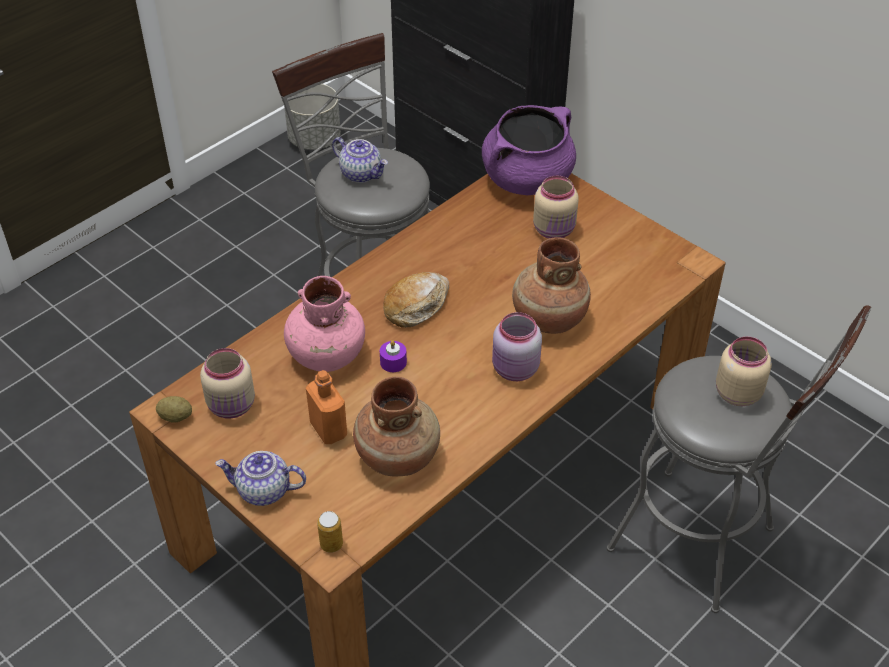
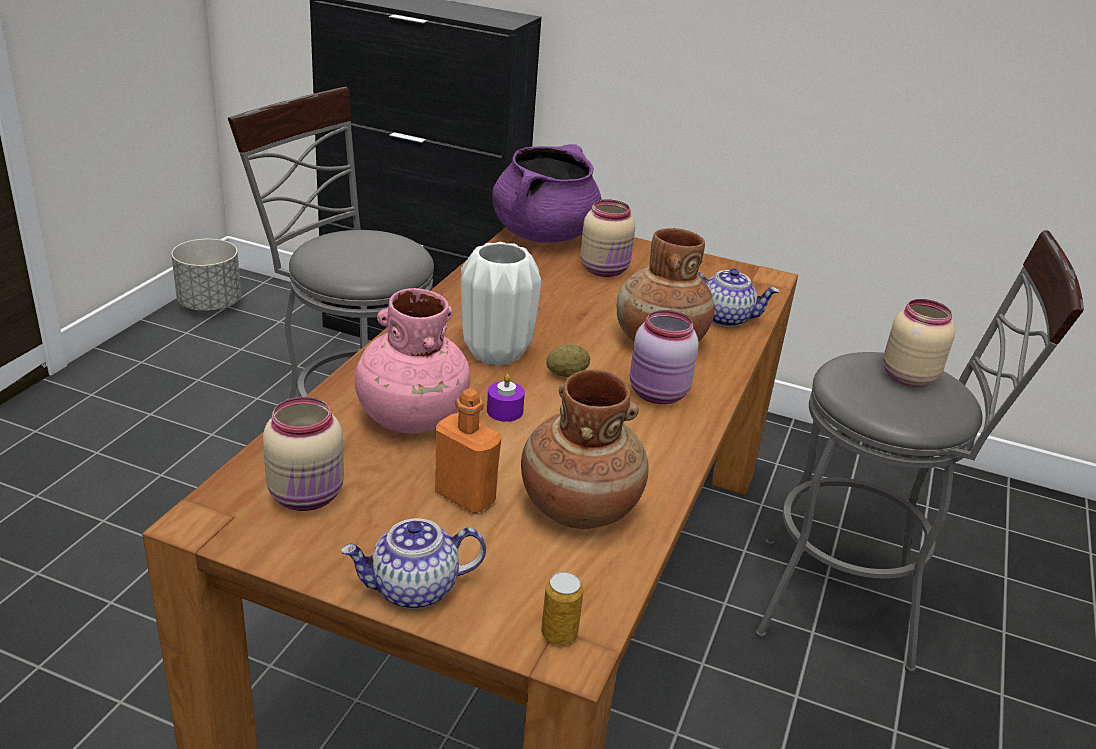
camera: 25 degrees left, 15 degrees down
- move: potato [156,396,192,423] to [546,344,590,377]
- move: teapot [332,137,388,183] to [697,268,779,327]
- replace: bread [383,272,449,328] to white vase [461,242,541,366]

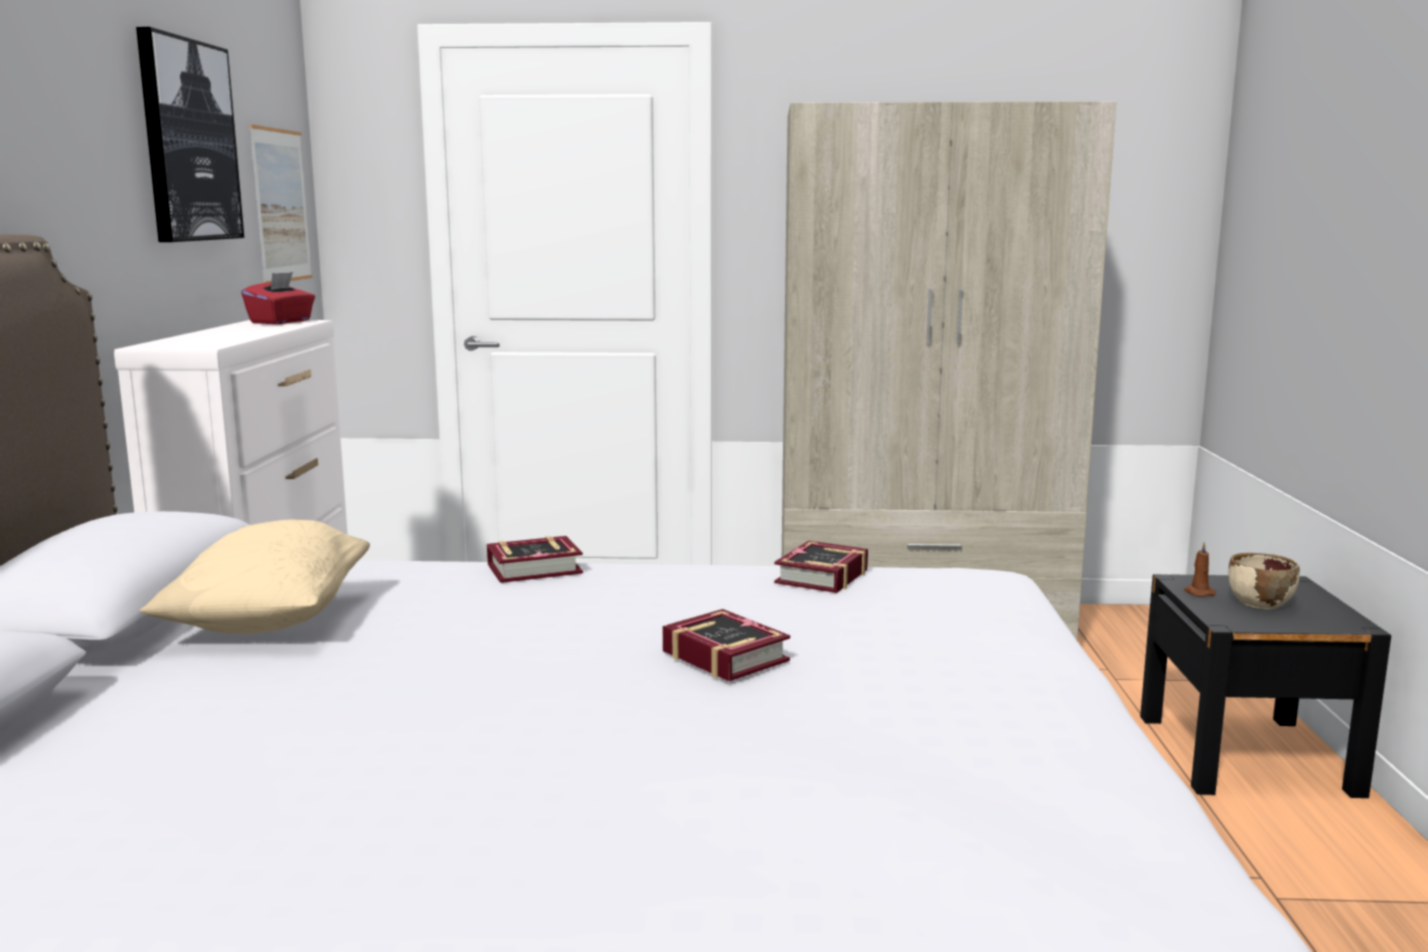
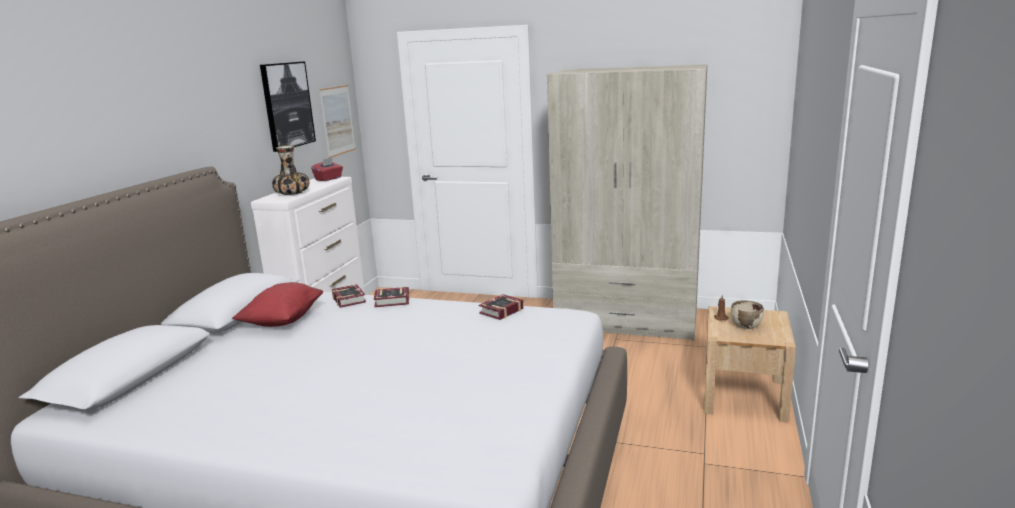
camera: 15 degrees right, 5 degrees up
- insert: vase [272,145,309,195]
- move: book [663,609,790,681] to [332,284,366,308]
- recolor: beige pillow [140,520,370,634] to red pillow [232,282,323,327]
- recolor: black nightstand [1140,574,1391,798] to beige nightstand [704,306,796,422]

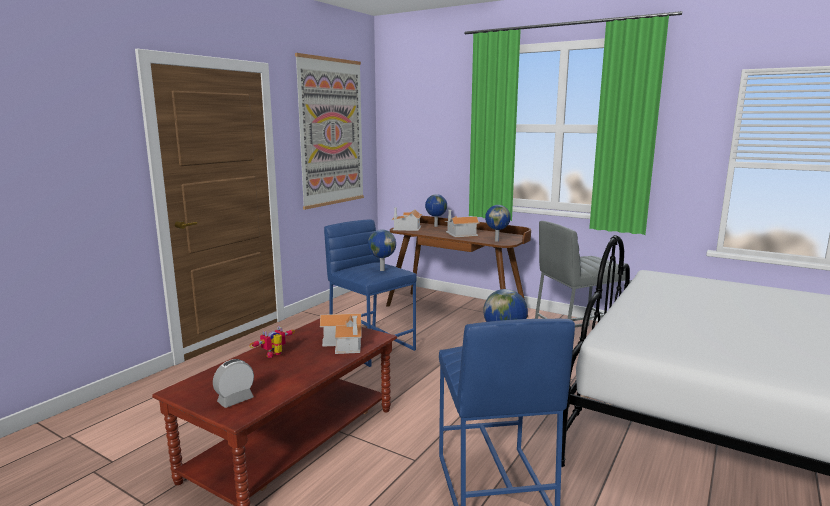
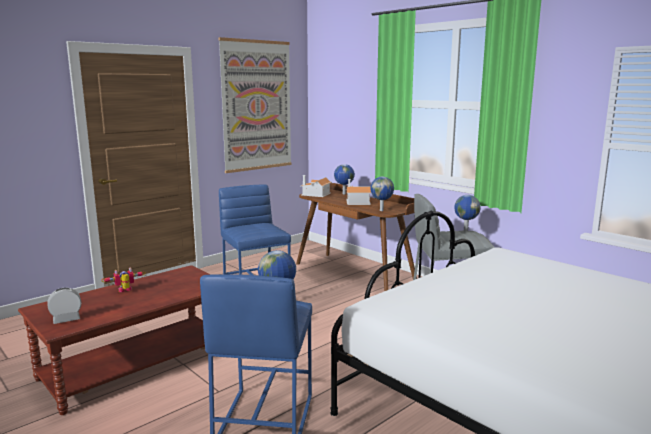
camera: 15 degrees right, 0 degrees up
- delete: toy house [320,313,362,354]
- move: globe [368,229,396,271] to [454,195,481,232]

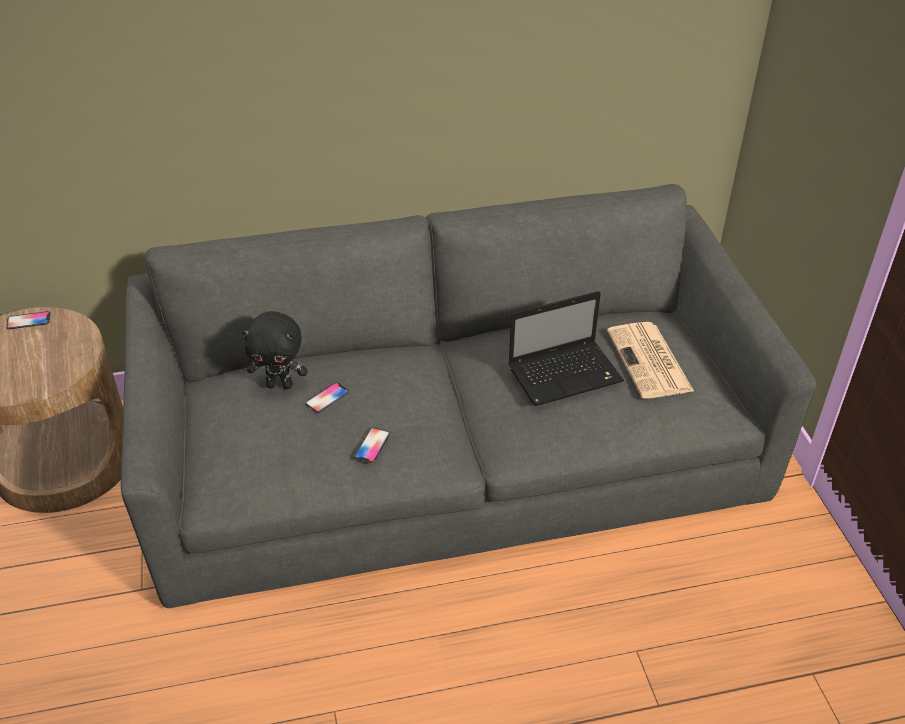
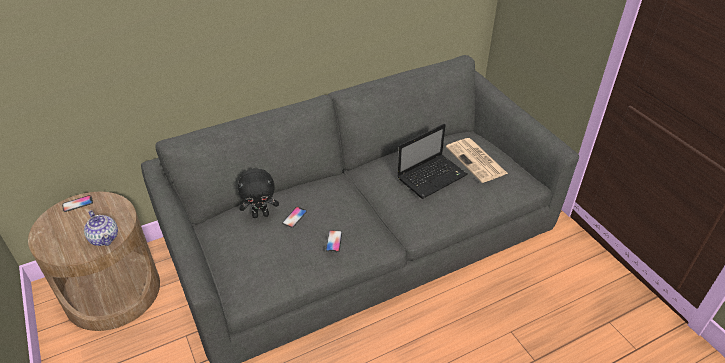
camera: 15 degrees left, 0 degrees up
- insert: teapot [84,210,118,246]

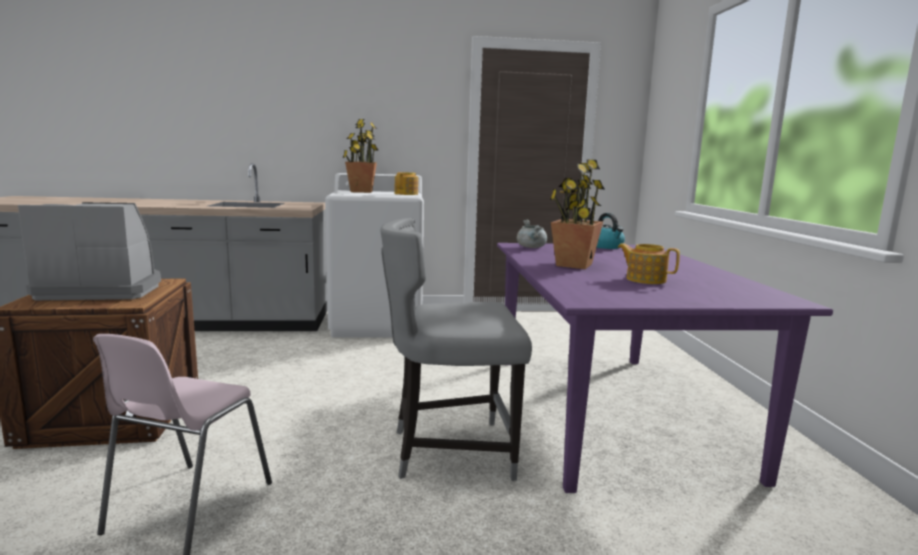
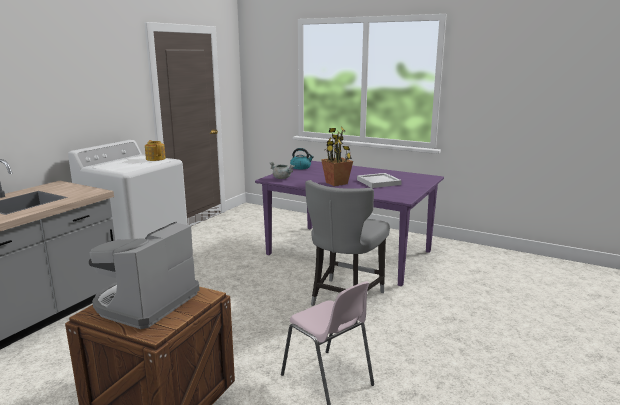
camera: 55 degrees left, 5 degrees up
- delete: potted plant [343,119,379,193]
- replace: teapot [618,243,680,284] to white tray [357,173,402,188]

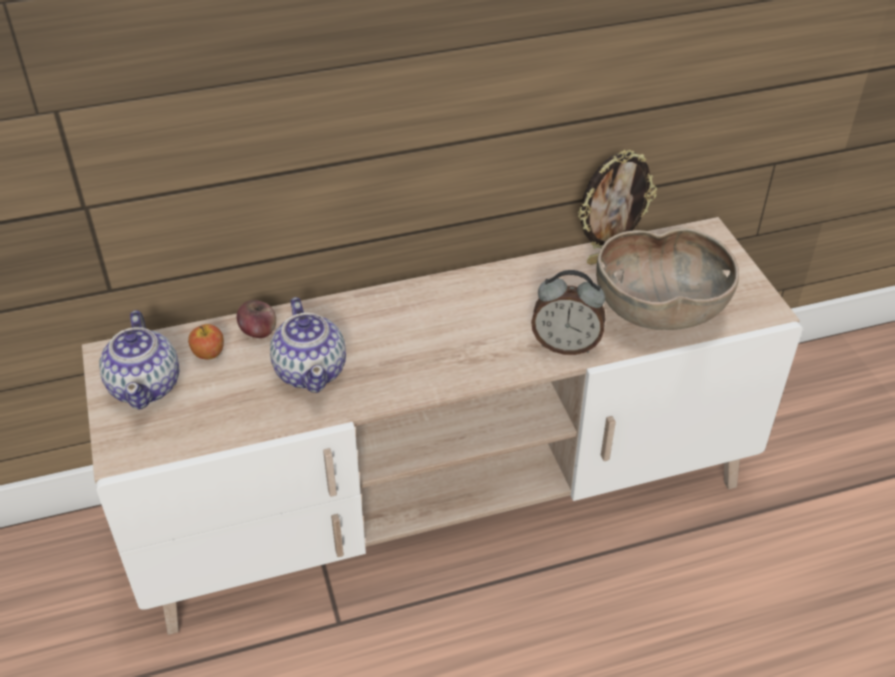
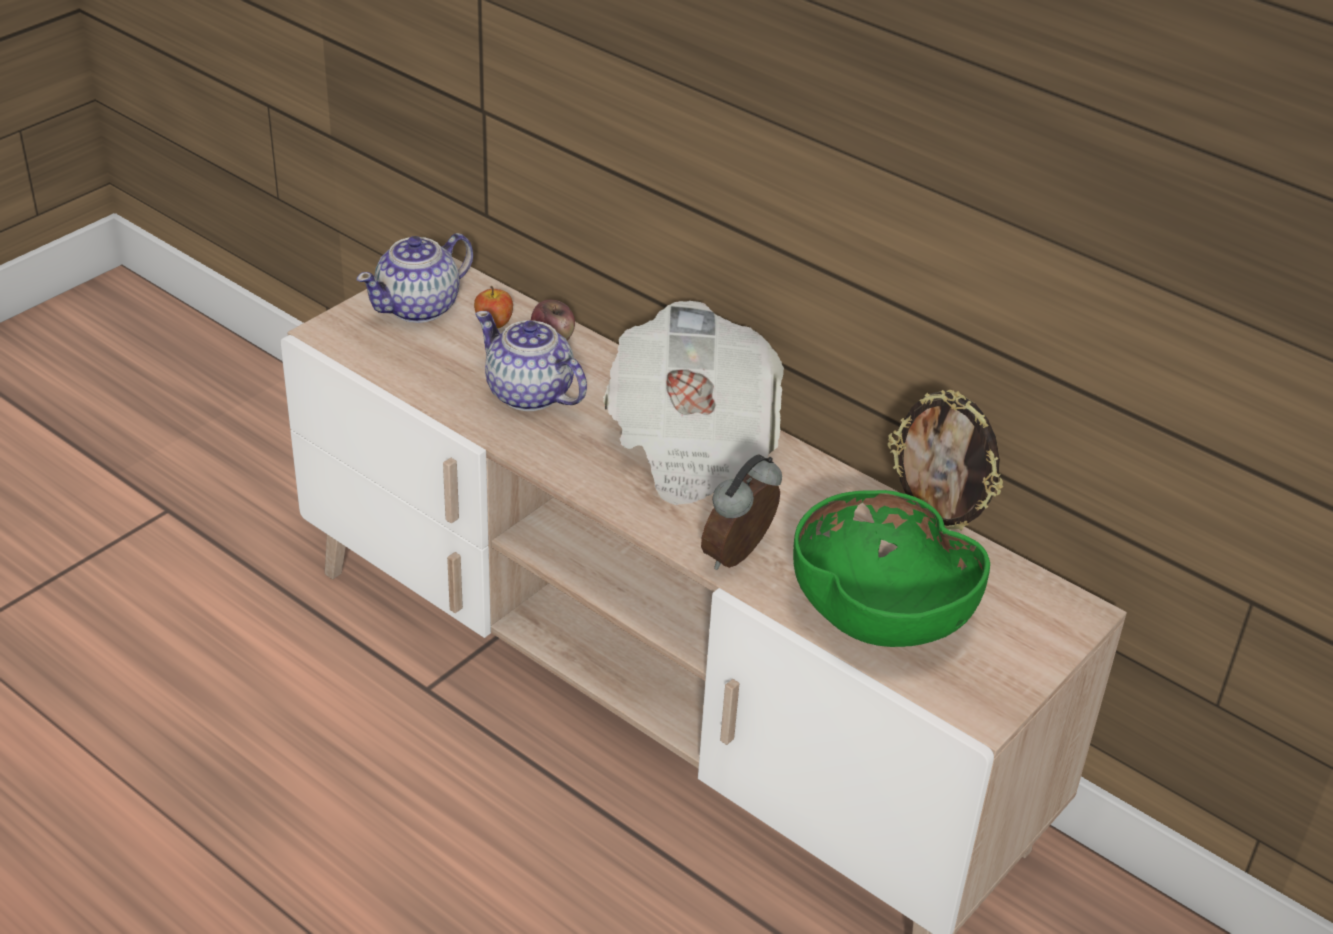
camera: 55 degrees right, 5 degrees down
- insert: newspaper [603,301,784,505]
- recolor: brown bowl [596,228,739,330] to green bowl [793,490,990,647]
- rotate: teapot [270,297,346,393] = [475,311,587,411] 90 degrees clockwise
- rotate: alarm clock [531,270,605,355] = [701,455,782,570] 60 degrees clockwise

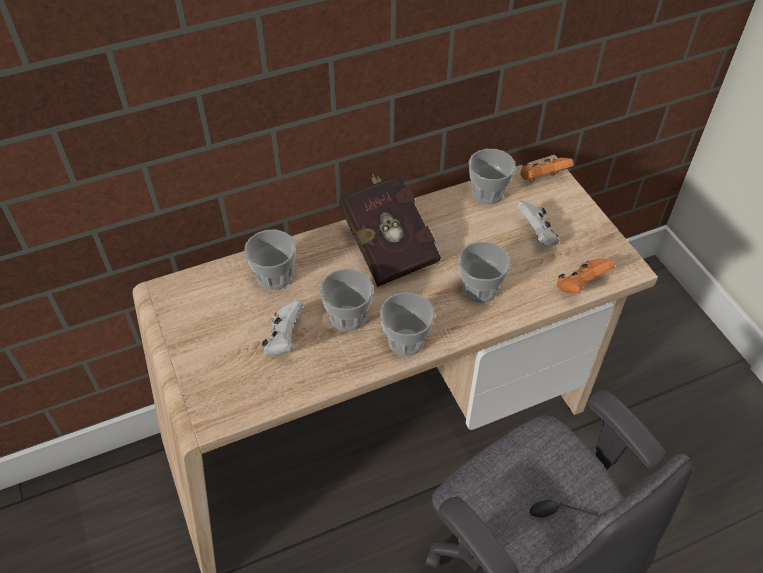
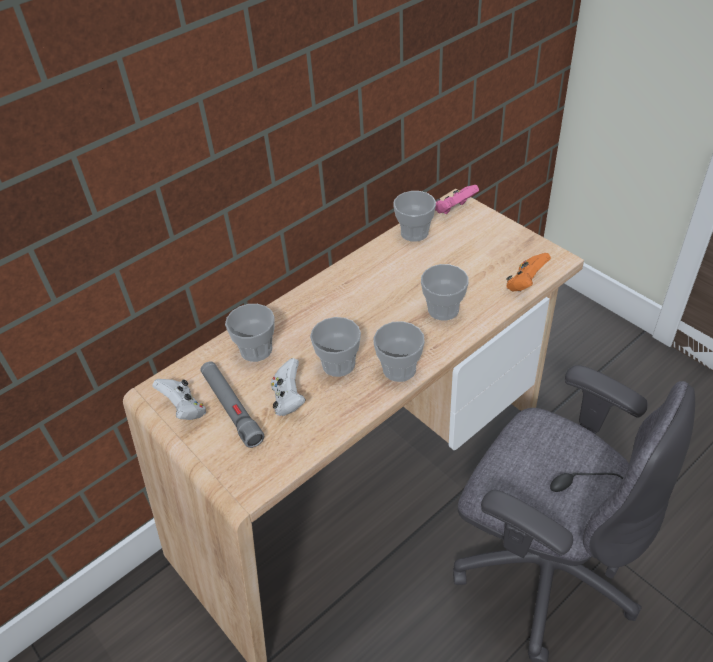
camera: 15 degrees left, 5 degrees down
- delete: red book [339,173,441,287]
- insert: grey flashlight [201,361,264,448]
- move: white game controller [516,200,560,246] to [152,379,206,420]
- recolor: orange game controller [520,158,574,182] to pink game controller [435,185,479,214]

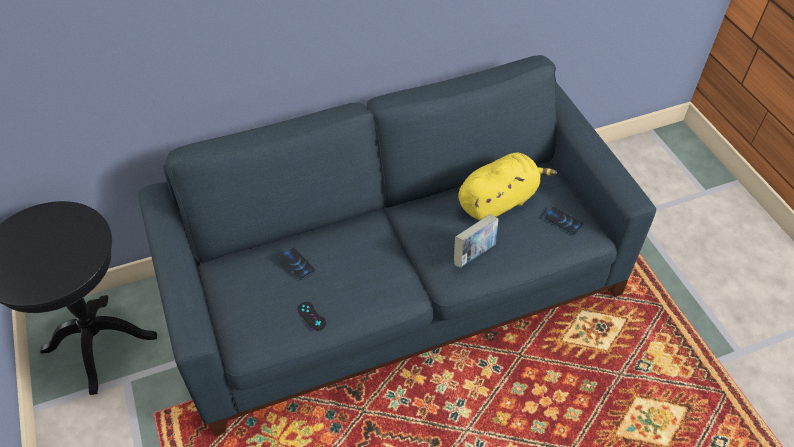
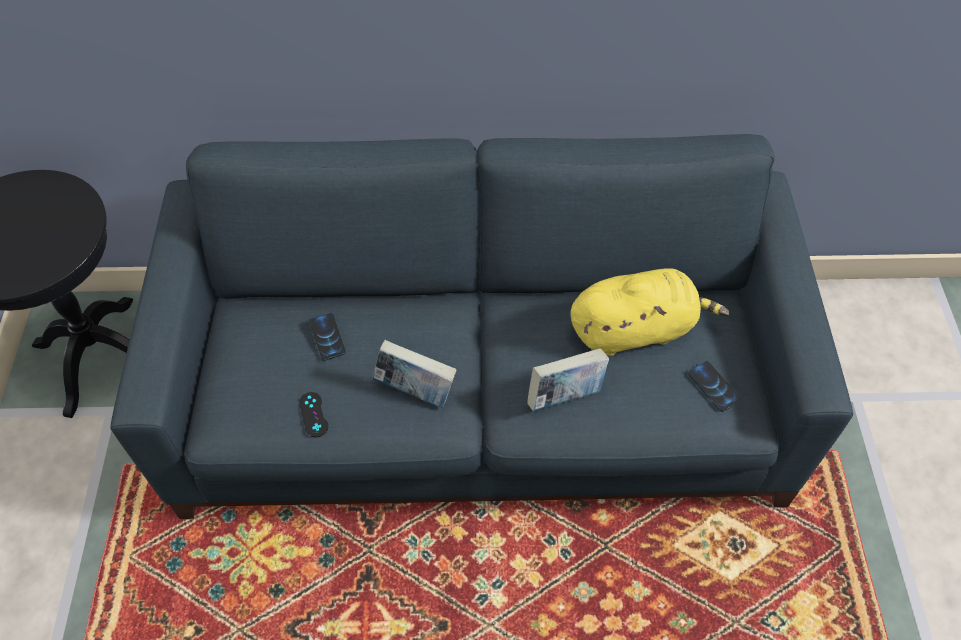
camera: 20 degrees right, 5 degrees up
- insert: book [372,340,457,408]

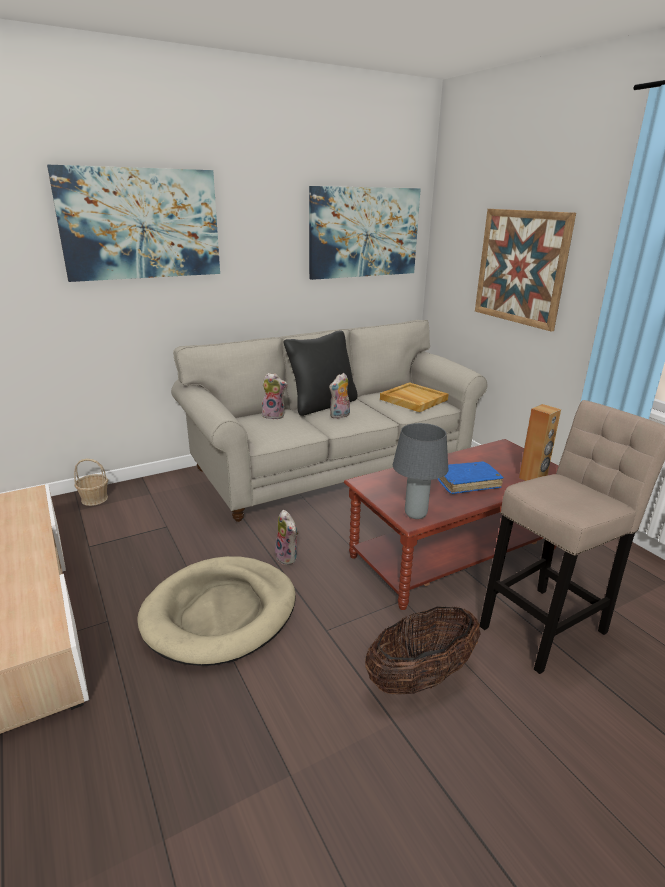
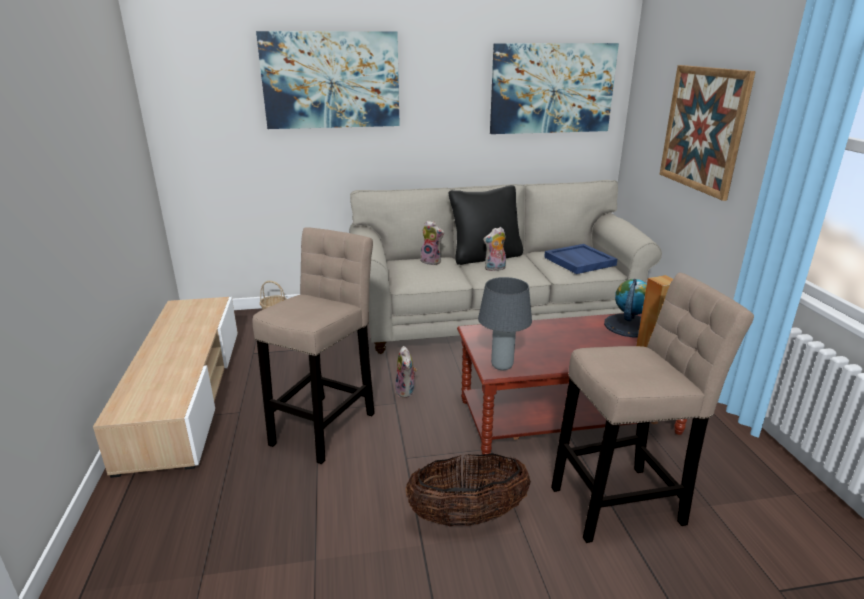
camera: 20 degrees right, 0 degrees up
- delete: blue book [438,462,504,494]
- insert: globe [604,279,647,338]
- replace: beige dog bed [137,556,296,666] to beige stool [252,227,375,464]
- recolor: beige tray [380,382,448,412] to blue tray [544,244,617,274]

